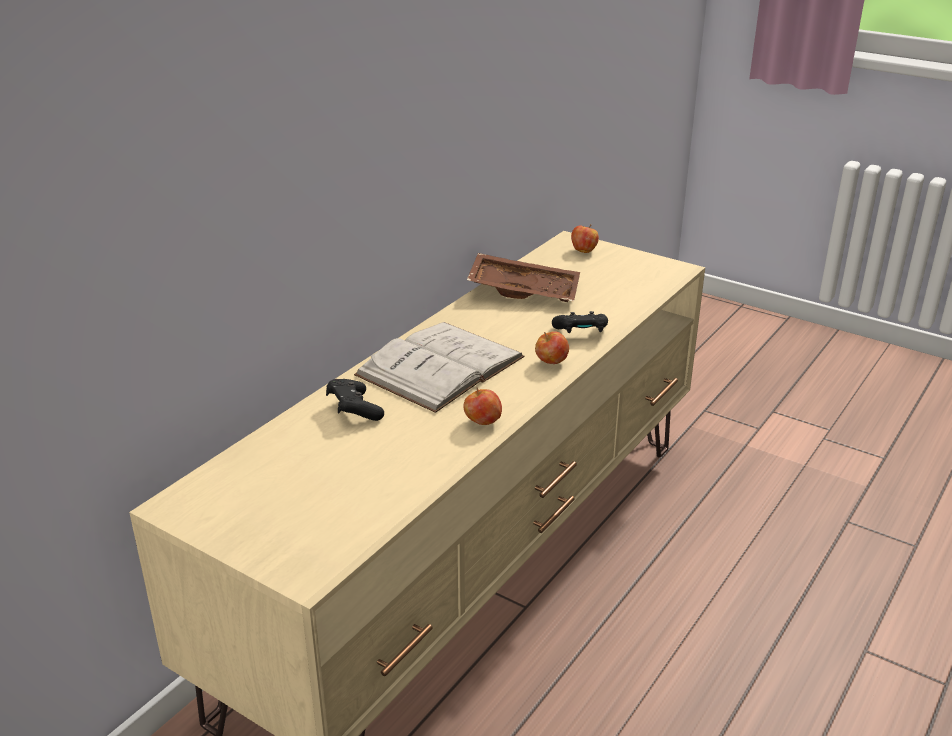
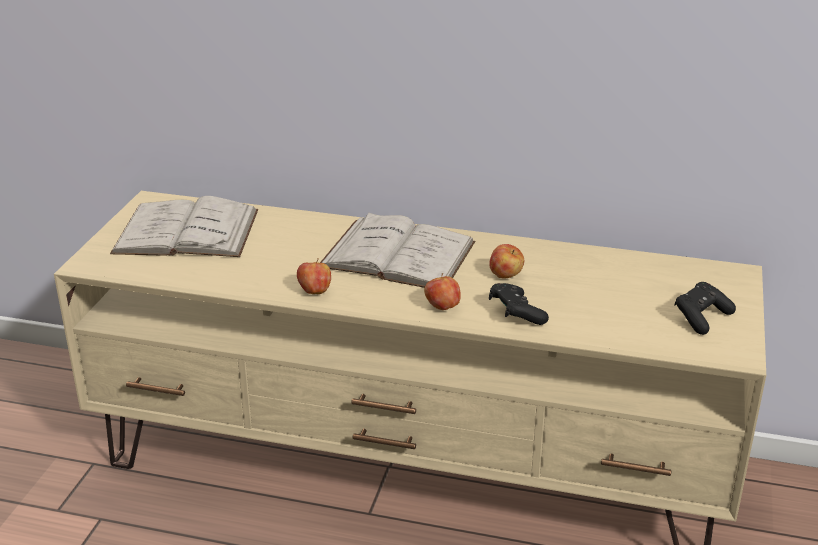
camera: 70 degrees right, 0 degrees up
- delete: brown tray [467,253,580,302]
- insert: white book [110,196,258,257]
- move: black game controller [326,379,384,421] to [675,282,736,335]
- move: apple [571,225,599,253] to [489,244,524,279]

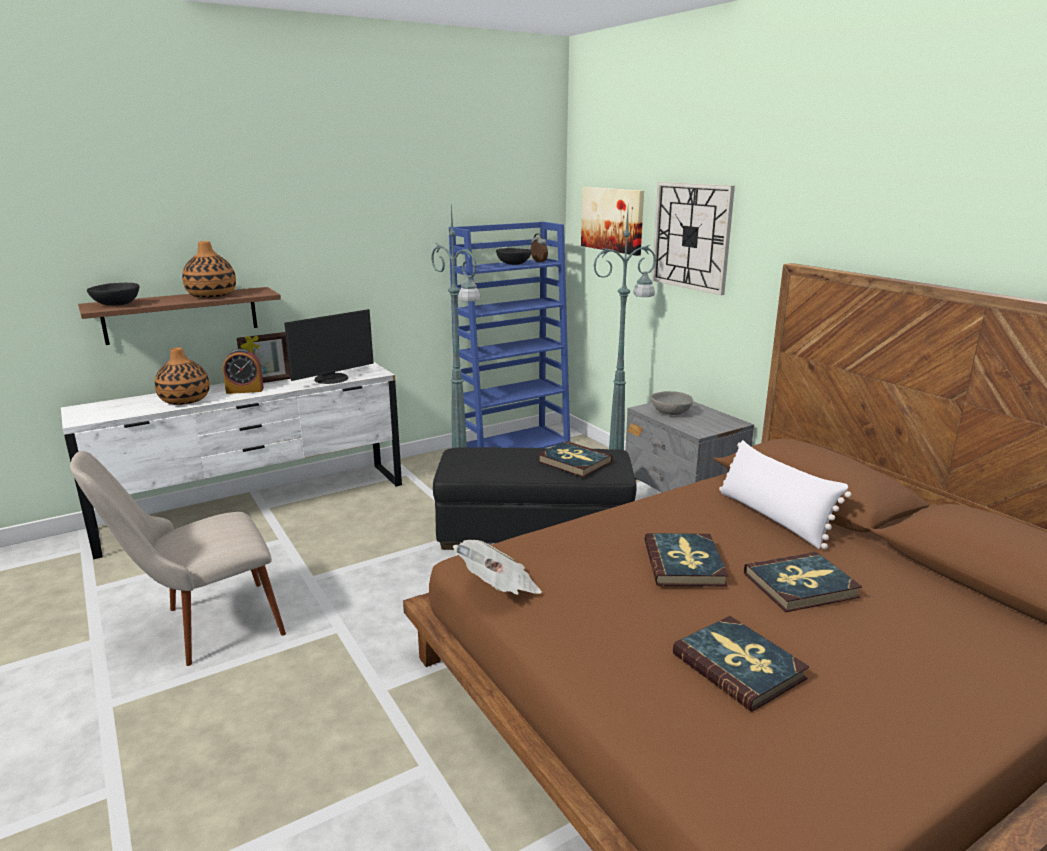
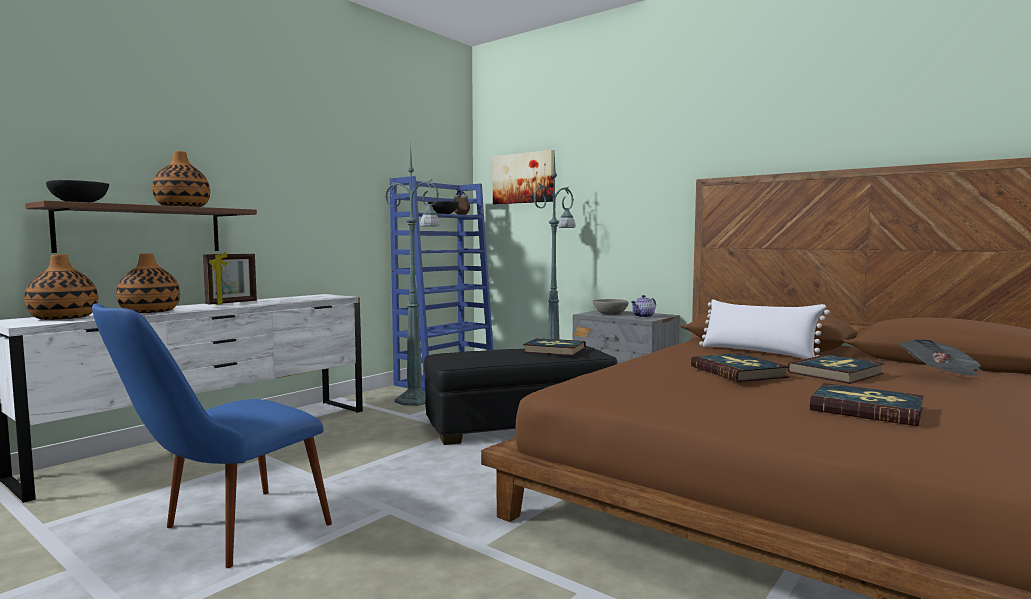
camera: 20 degrees left, 15 degrees down
- delete: alarm clock [223,349,264,394]
- delete: monitor [284,309,374,384]
- delete: wall clock [652,182,735,295]
- insert: vase [24,254,98,320]
- insert: teapot [631,295,656,318]
- move: newspaper [453,540,542,595] to [899,339,982,376]
- recolor: beige chair [70,451,286,666] to blue chair [92,303,332,568]

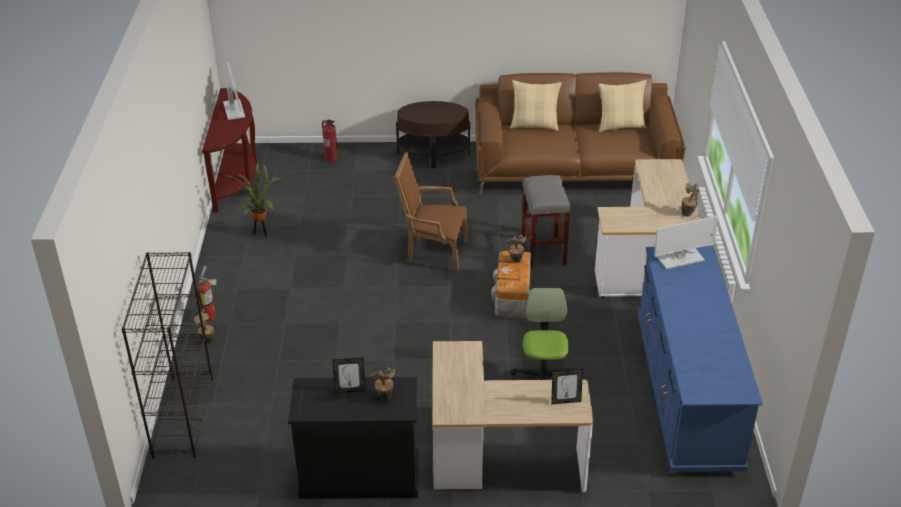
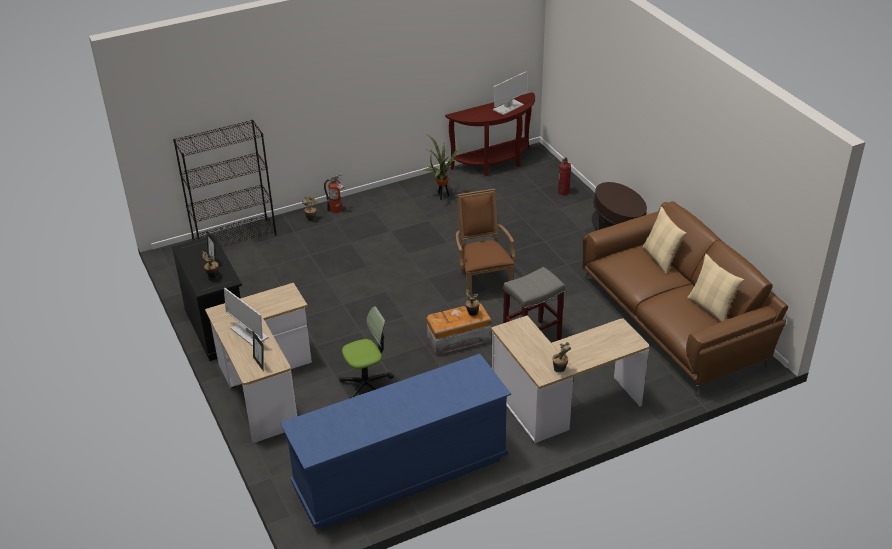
camera: 65 degrees right, 0 degrees up
- move: monitor [655,216,718,269] to [224,288,269,346]

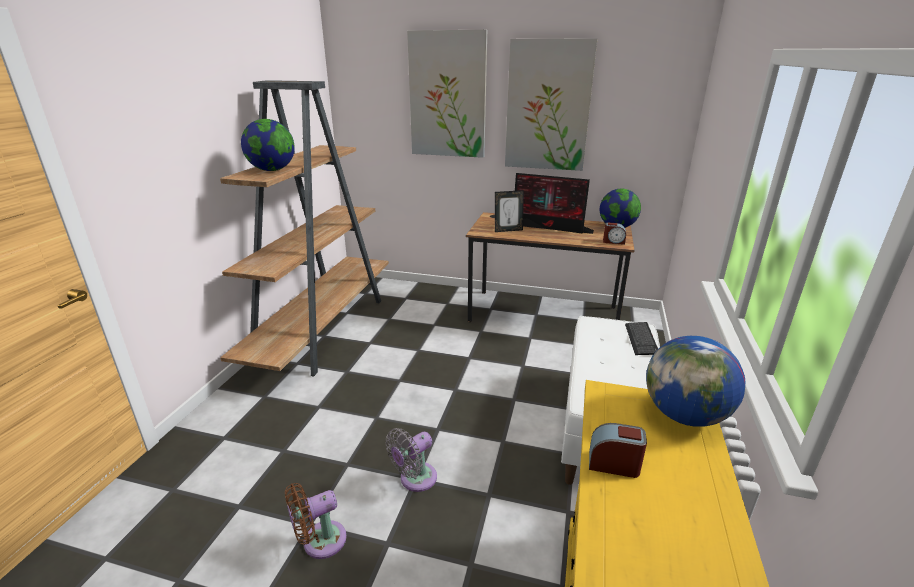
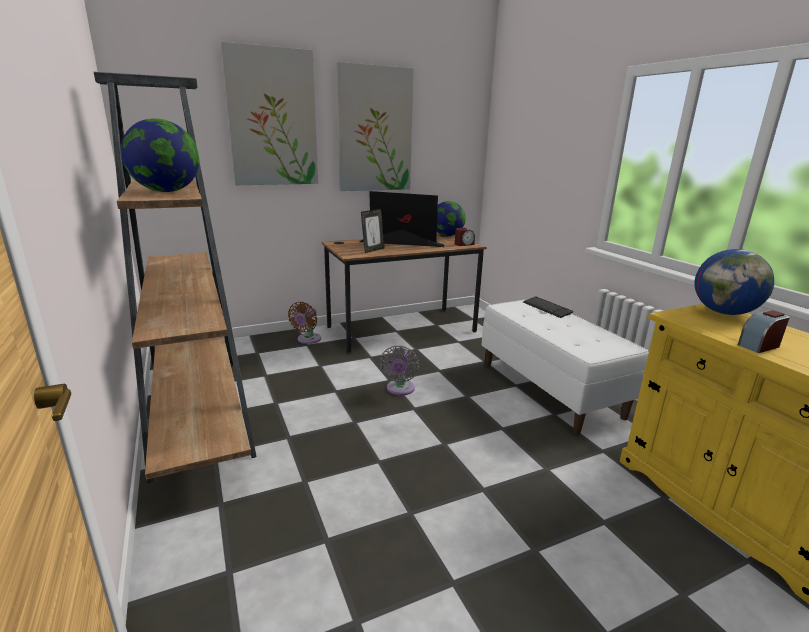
camera: 40 degrees left, 5 degrees down
- move: brown fan [285,483,347,559] to [288,302,321,344]
- move: grey fan [386,428,437,492] to [380,345,419,395]
- rotate: monitor [515,173,594,234] = [360,191,444,247] 150 degrees counterclockwise

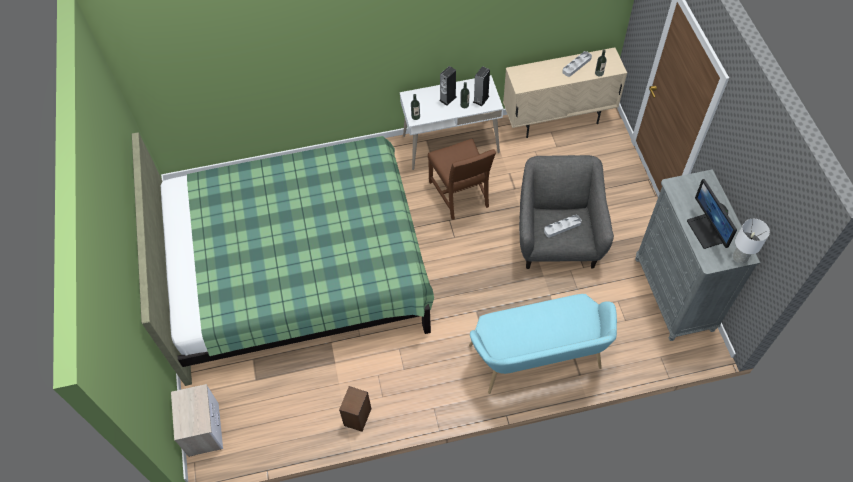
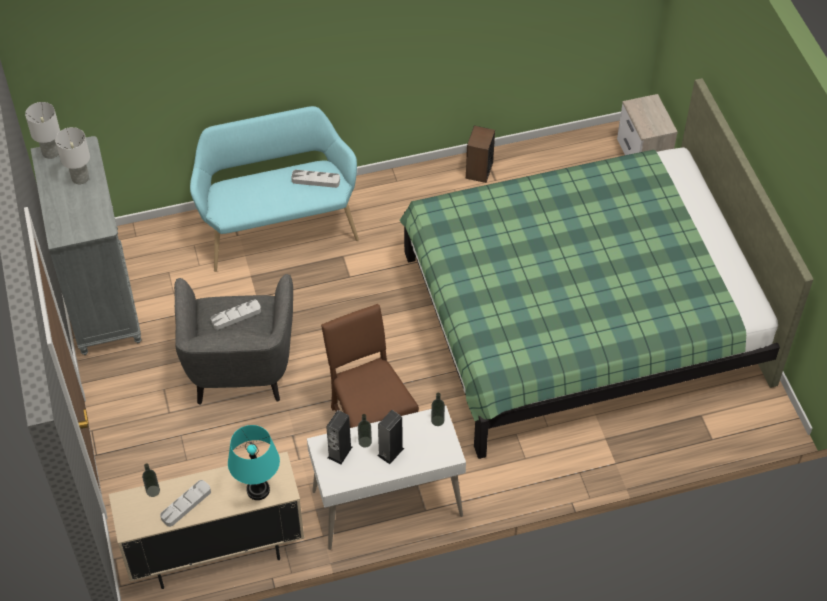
camera: 175 degrees right, 5 degrees down
- insert: turquoise table lamp [228,425,280,500]
- insert: grey tray [291,170,340,188]
- replace: monitor [687,179,737,249] to white table lamp [55,127,90,184]

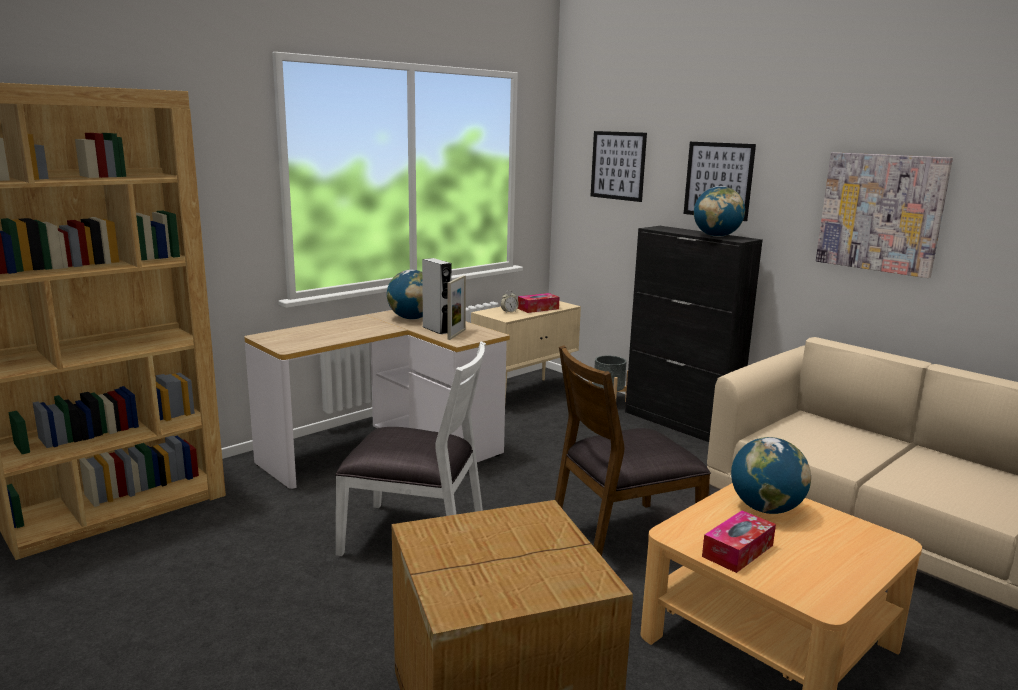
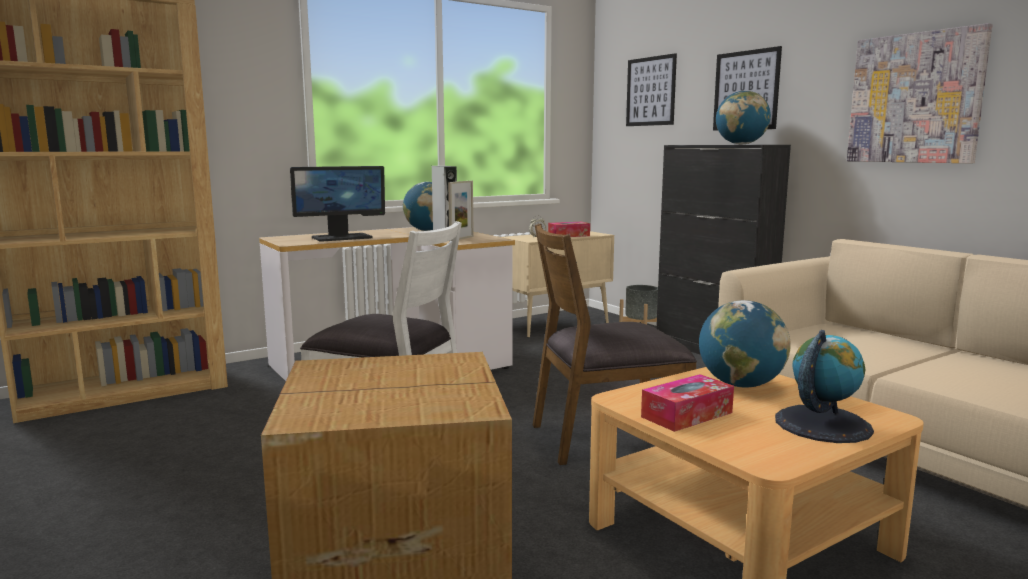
camera: 10 degrees right, 5 degrees down
- insert: monitor [290,166,385,242]
- insert: globe [775,330,874,443]

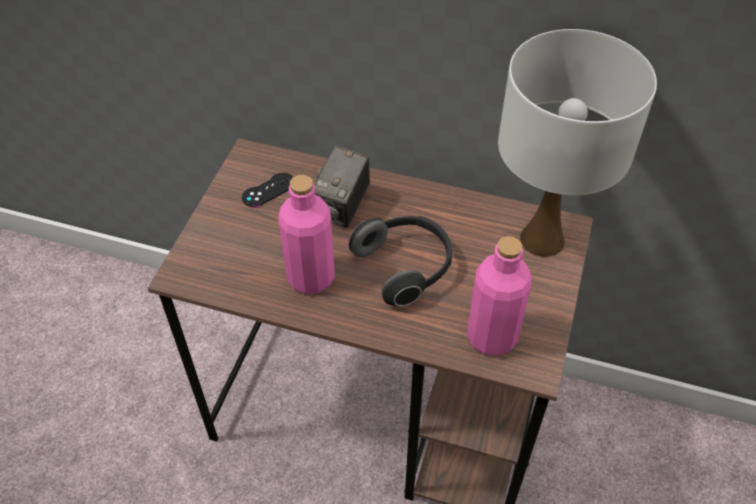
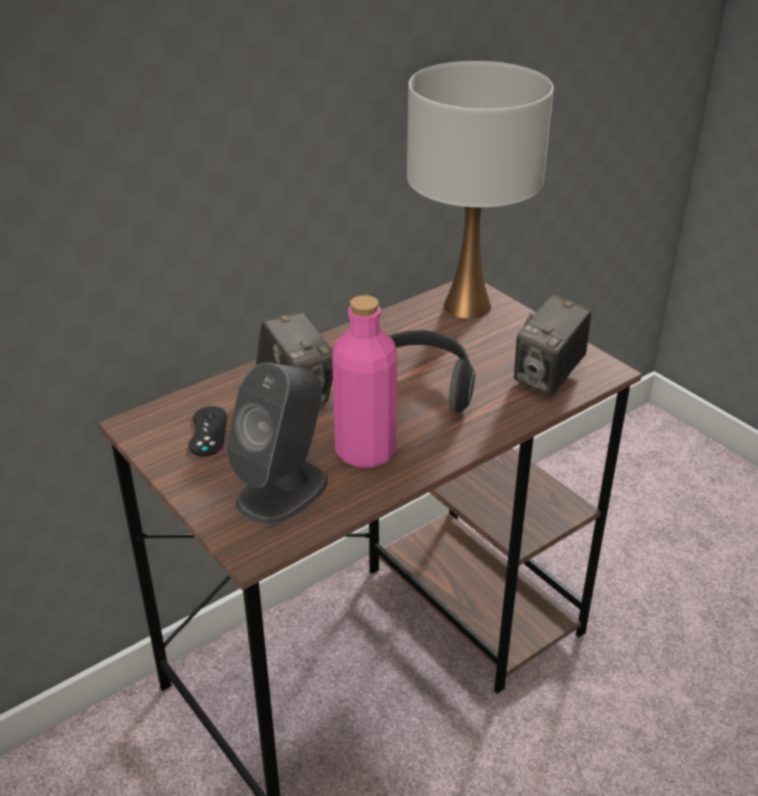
camera: 55 degrees left, 15 degrees down
- insert: grey speaker [226,362,328,525]
- replace: pink bottle [467,236,531,356] to photo camera [514,294,591,396]

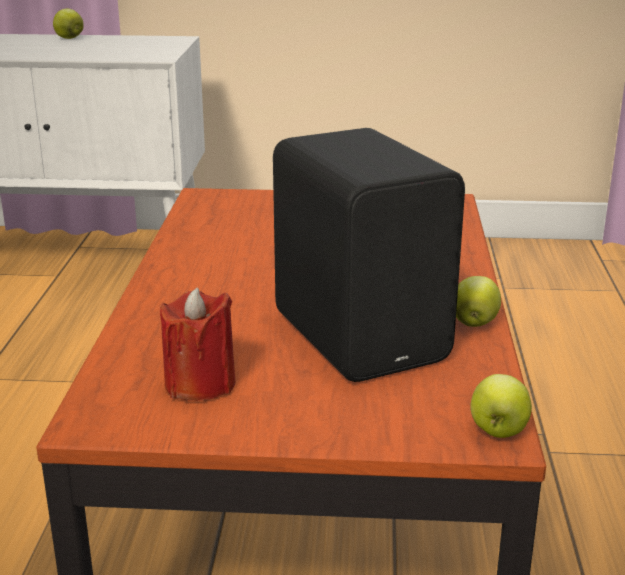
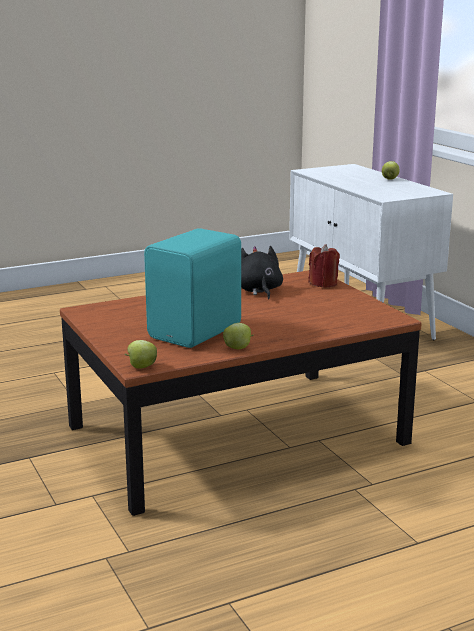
camera: 60 degrees right, 5 degrees down
- insert: black plush toy [241,246,283,299]
- move: red candle [160,288,236,401] to [308,244,340,288]
- recolor: black speaker [273,128,465,382] to turquoise speaker [144,228,241,348]

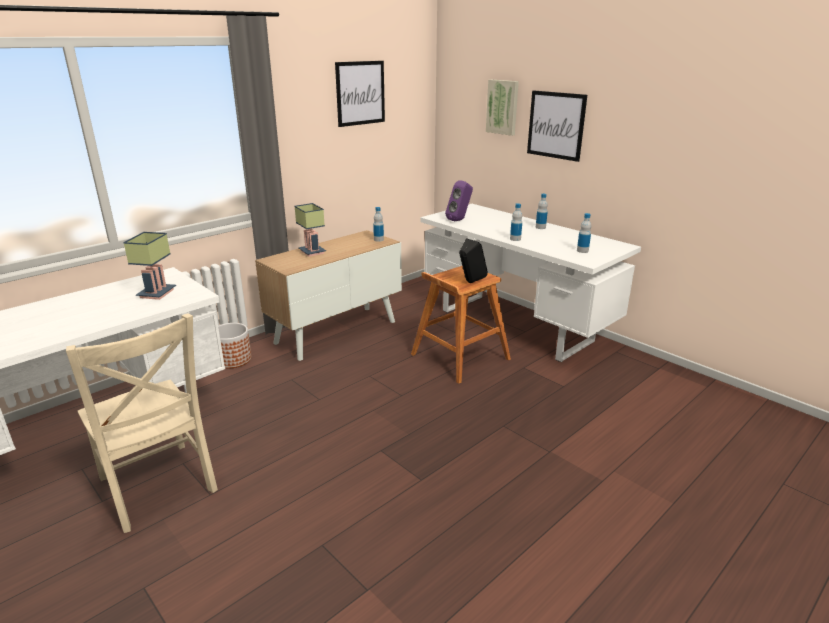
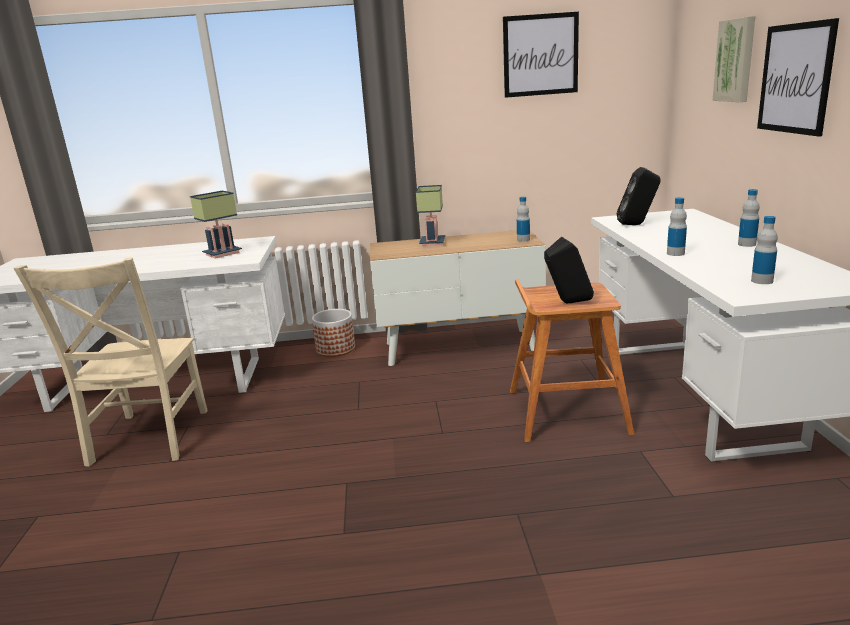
camera: 40 degrees right, 5 degrees down
- recolor: purple speaker [445,180,473,221] to black speaker [617,167,660,225]

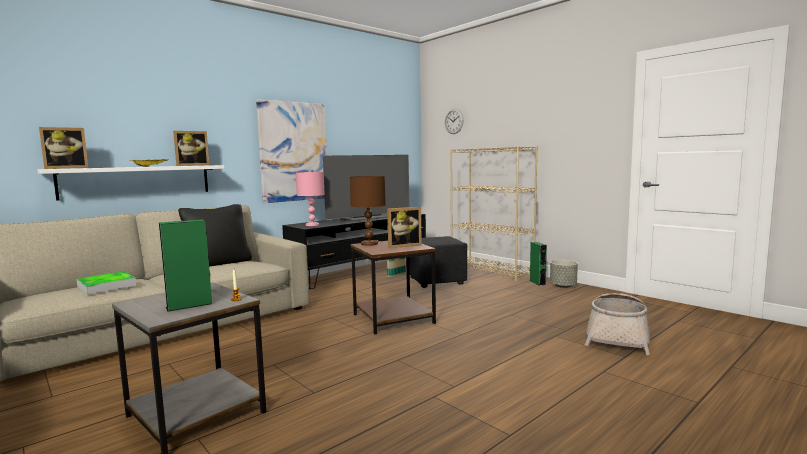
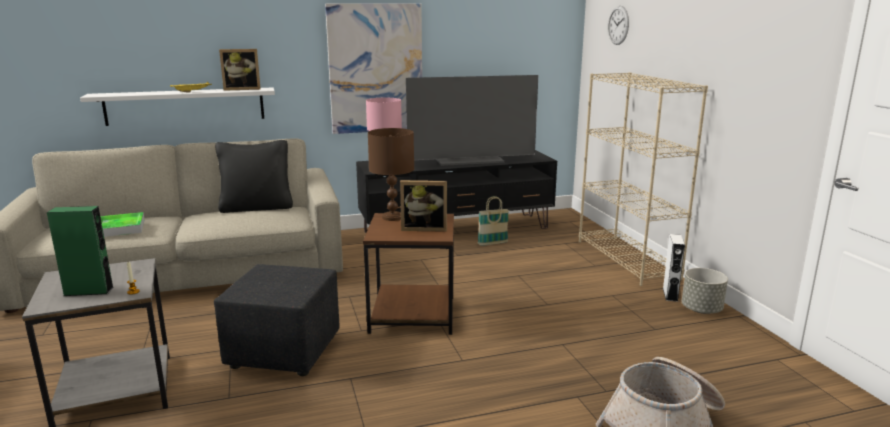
camera: 25 degrees right, 10 degrees up
- delete: picture frame [39,127,88,169]
- move: black ottoman [409,236,467,288] to [214,264,339,376]
- recolor: green speaker [530,242,547,286] to white speaker [663,234,685,302]

